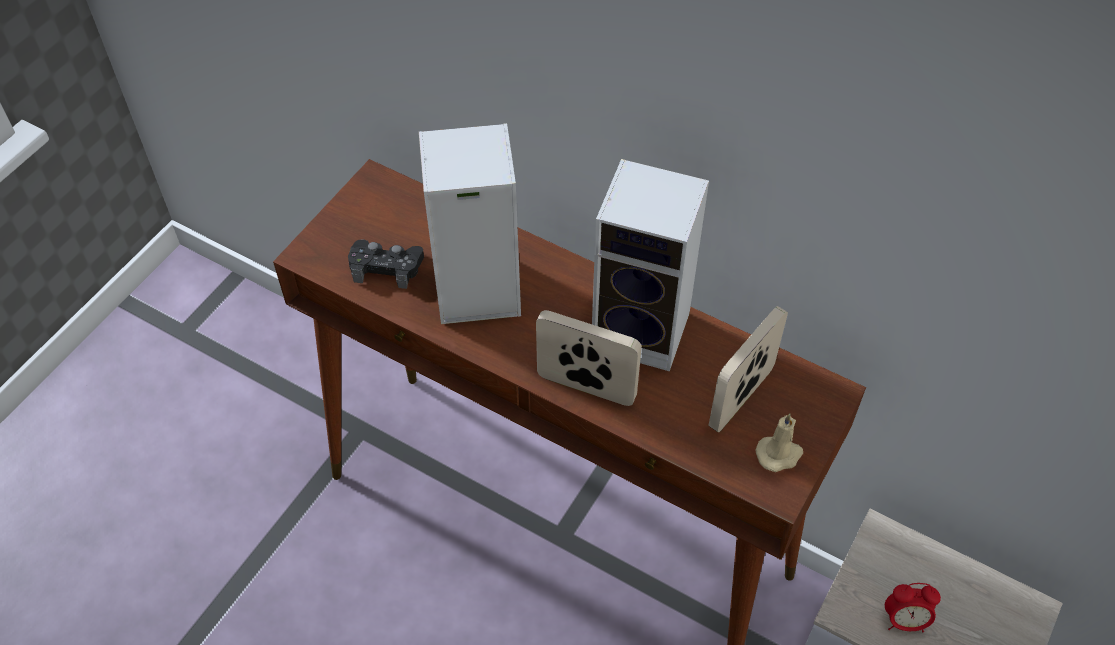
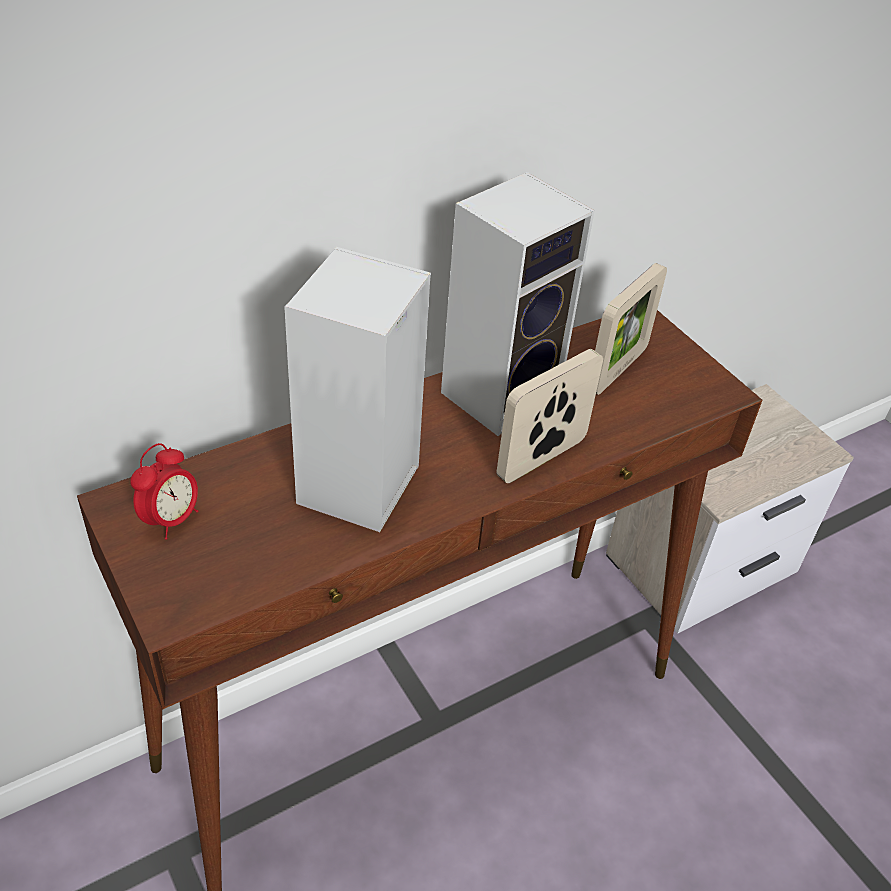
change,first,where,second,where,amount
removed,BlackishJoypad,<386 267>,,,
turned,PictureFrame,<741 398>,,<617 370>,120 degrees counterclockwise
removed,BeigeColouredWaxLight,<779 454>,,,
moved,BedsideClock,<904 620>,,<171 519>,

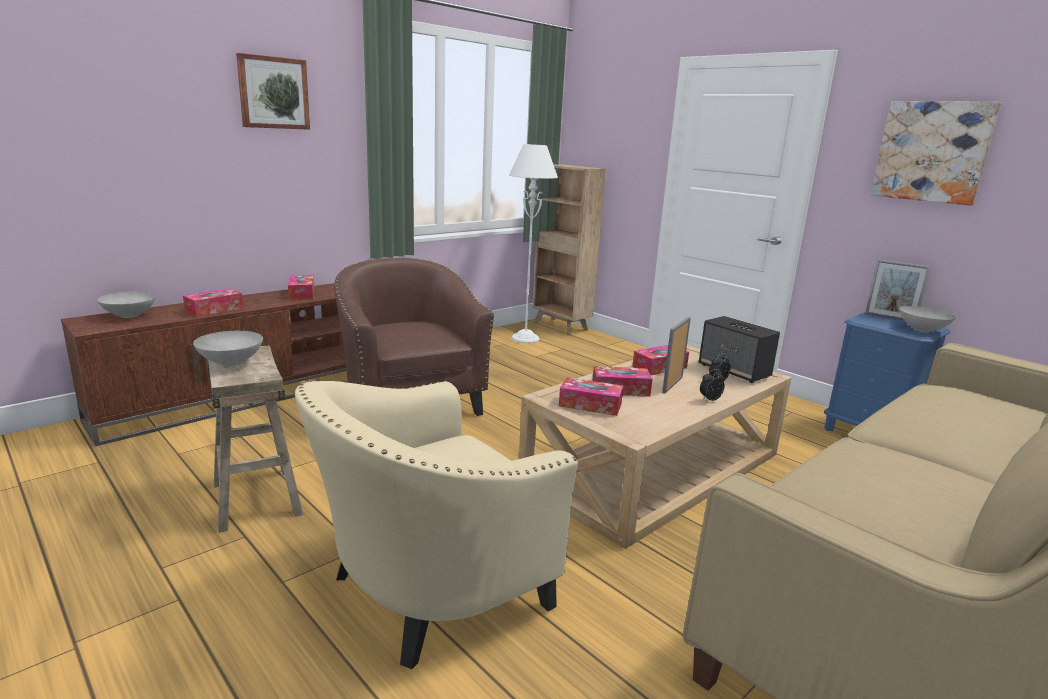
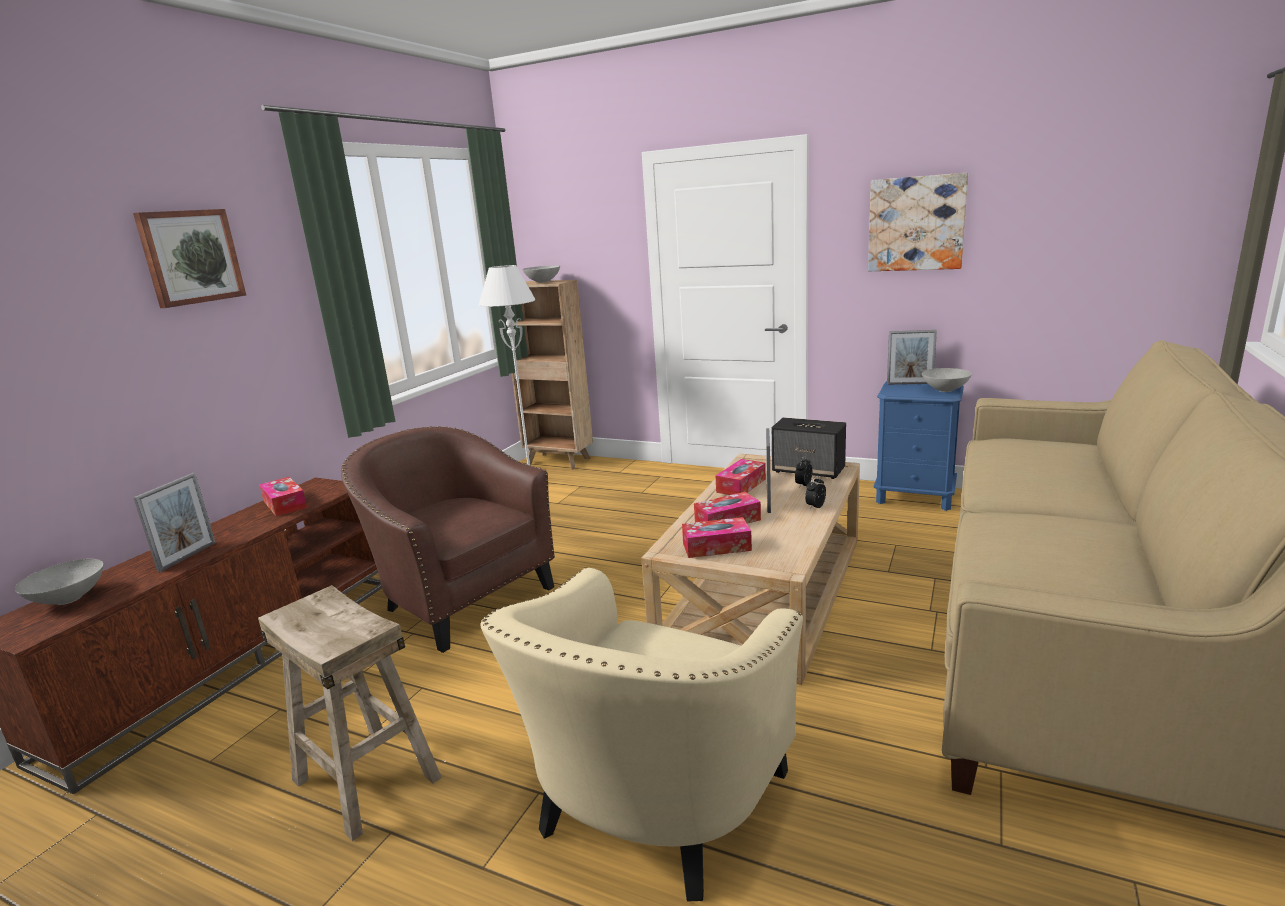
change,first,where,second,where,amount
replaced,TissueBox,<214 309>,PictureFrame,<187 556>,
moved,GreyishServingBowl,<230 362>,,<542 282>,

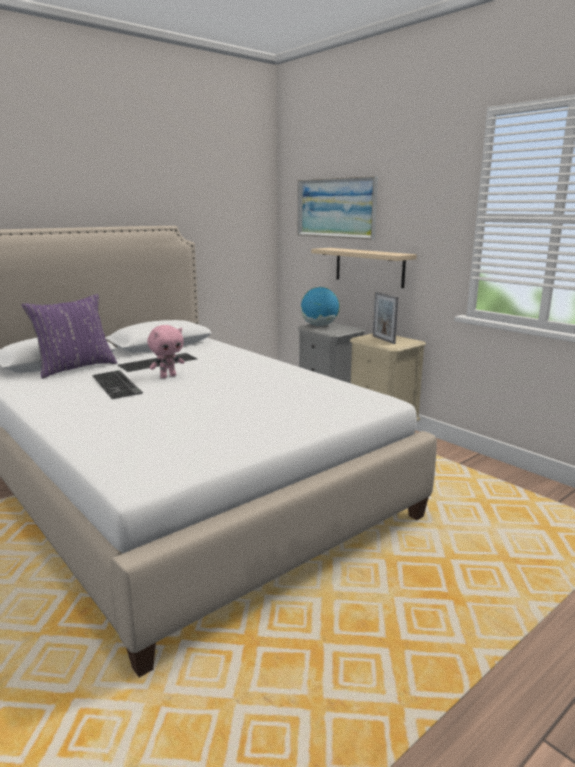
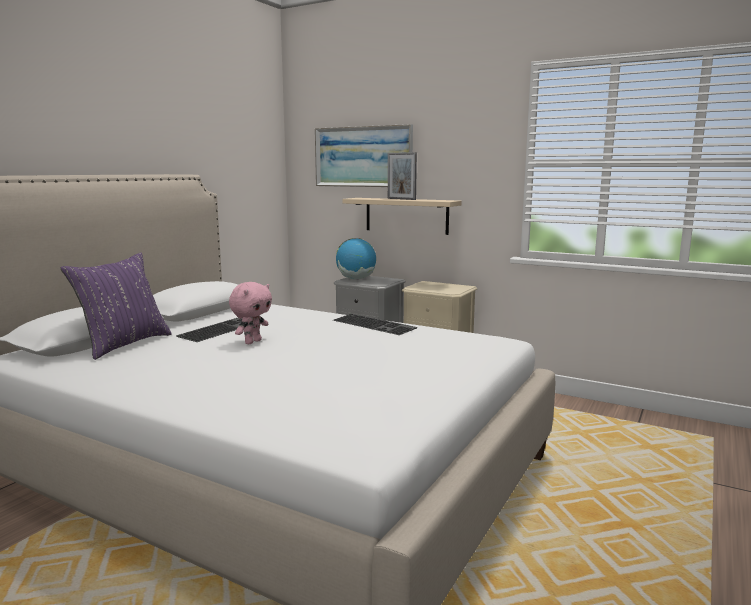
change,first,where,second,where,amount
moved,ComputerKeyboard,<118 384>,,<375 324>,
moved,PictureFrame,<383 339>,,<401 199>,

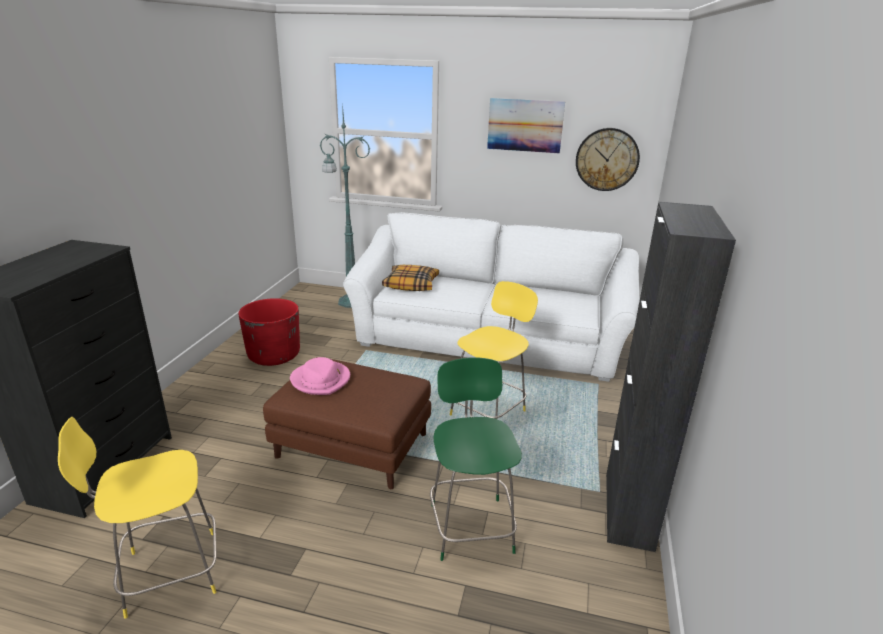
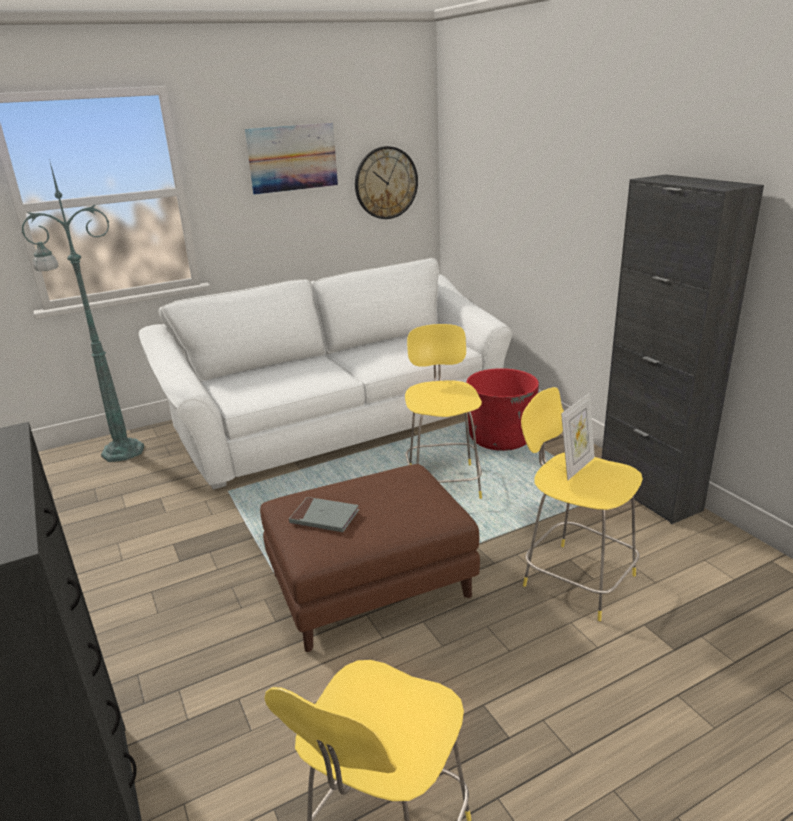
change,first,where,second,where,amount
moved,ReddishFlowerPot,<274 355>,,<500 438>,
replaced,PinkColouredWearableHat,<321 380>,GreyishVolume,<324 517>,
removed,ThrowPillow,<411 284>,,,
recoloured,GreenishSittingStool,<470 525>,YellowishSittingStool,<575 578>,
added,,,PictureFrame,<576 466>,

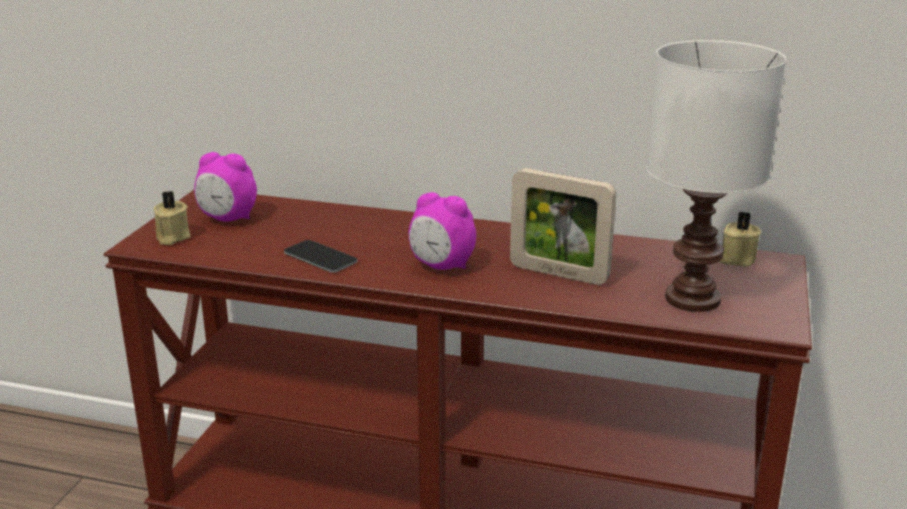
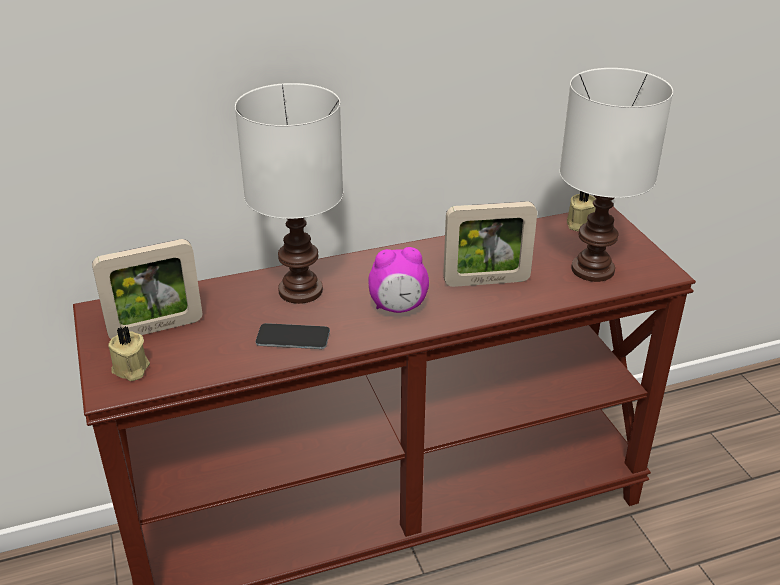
change,first,where,second,where,amount
replaced,BedsideClock,<228 219>,PictureFrame,<156 328>,
added,,,WhitishLampForATable,<298 290>,

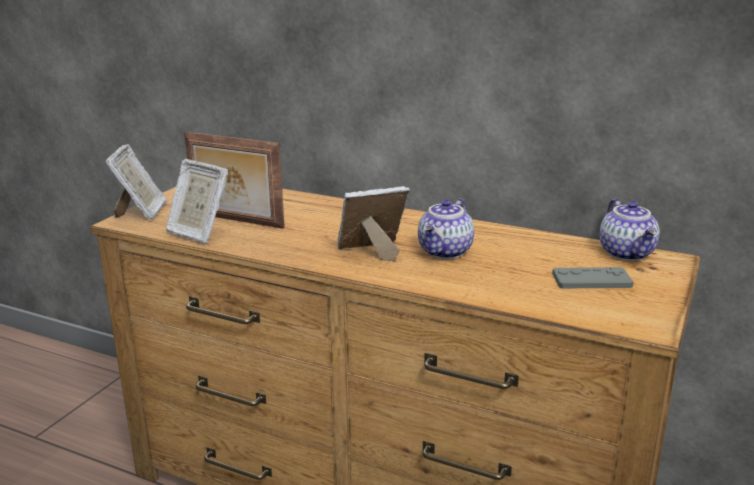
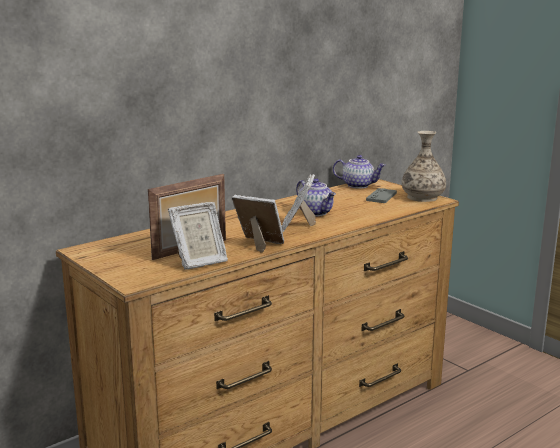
change,first,where,second,where,amount
moved,PictureFrame,<141 212>,,<260 245>,
added,,,DecorativeVase,<422 197>,

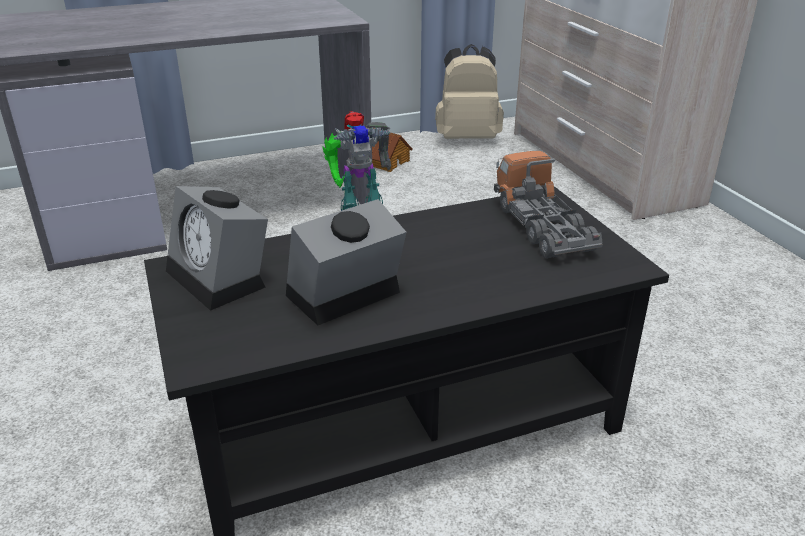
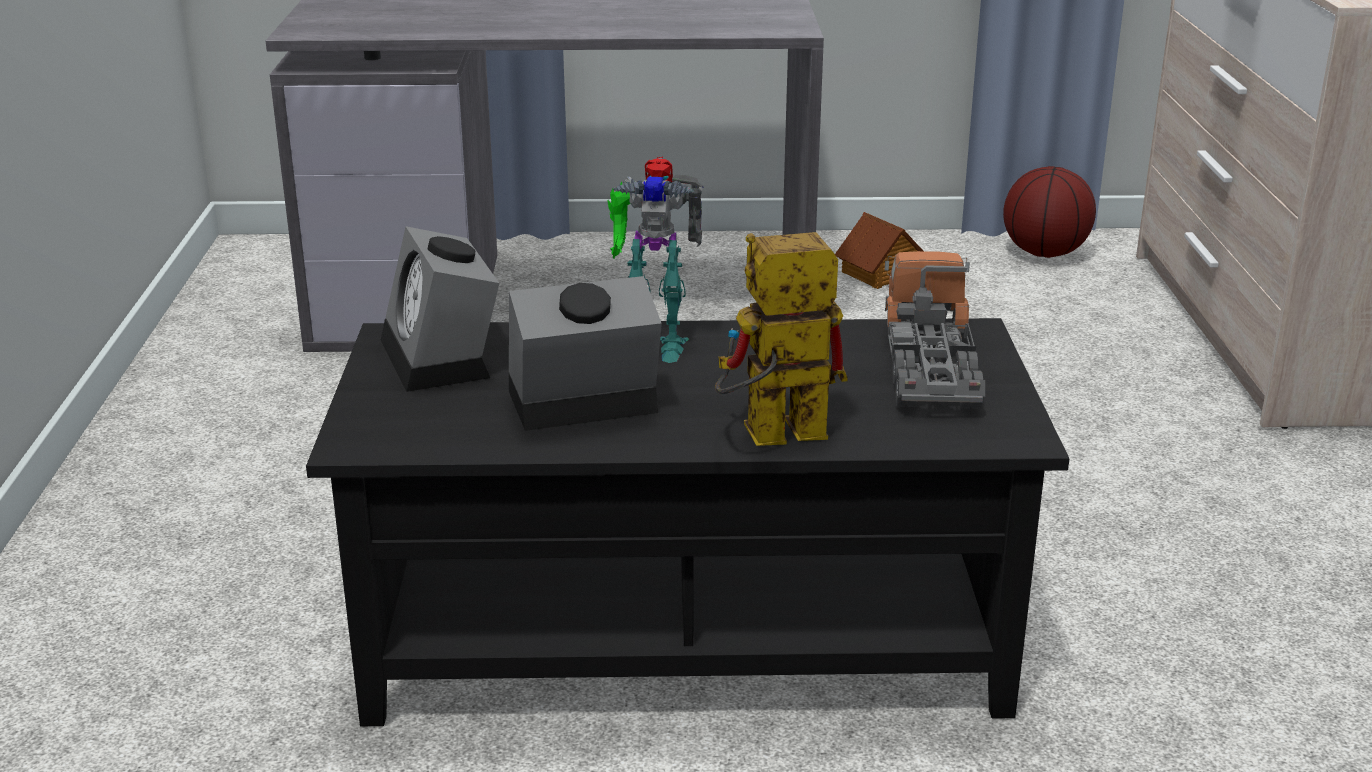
change,first,where,second,where,amount
replaced,BeigeColouredKnapsack,<467 138>,BallForBasketball,<1045 253>,
added,,,ModelRobot,<769 438>,

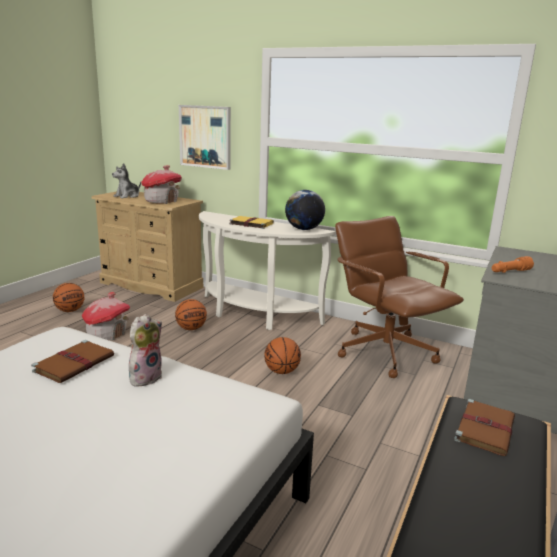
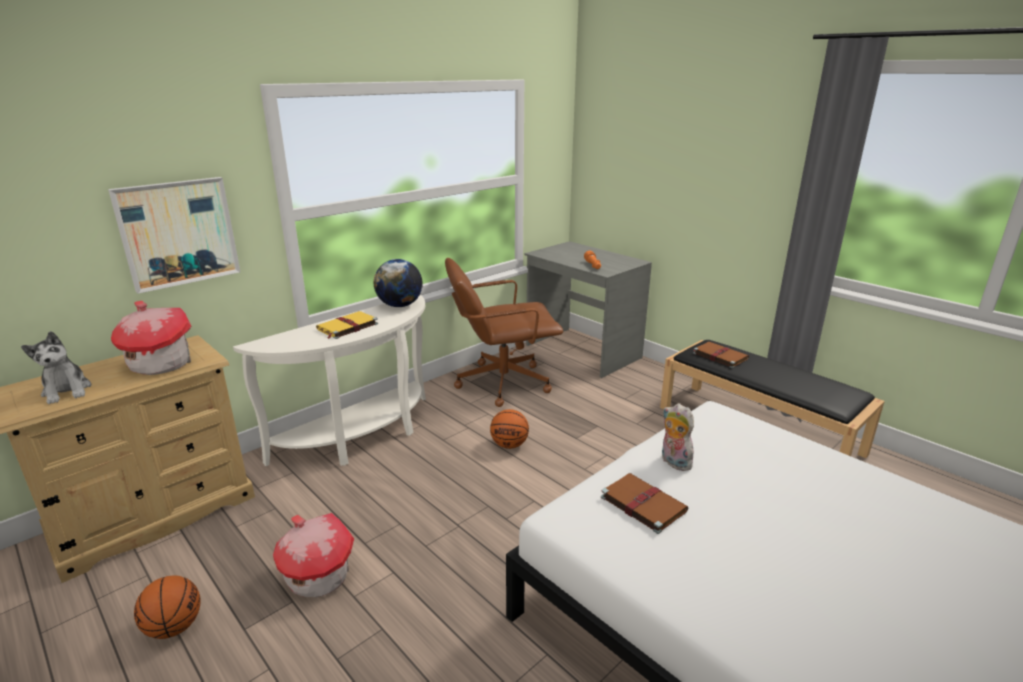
change,first,where,second,where,amount
removed,BallForBasketball,<191 328>,,,

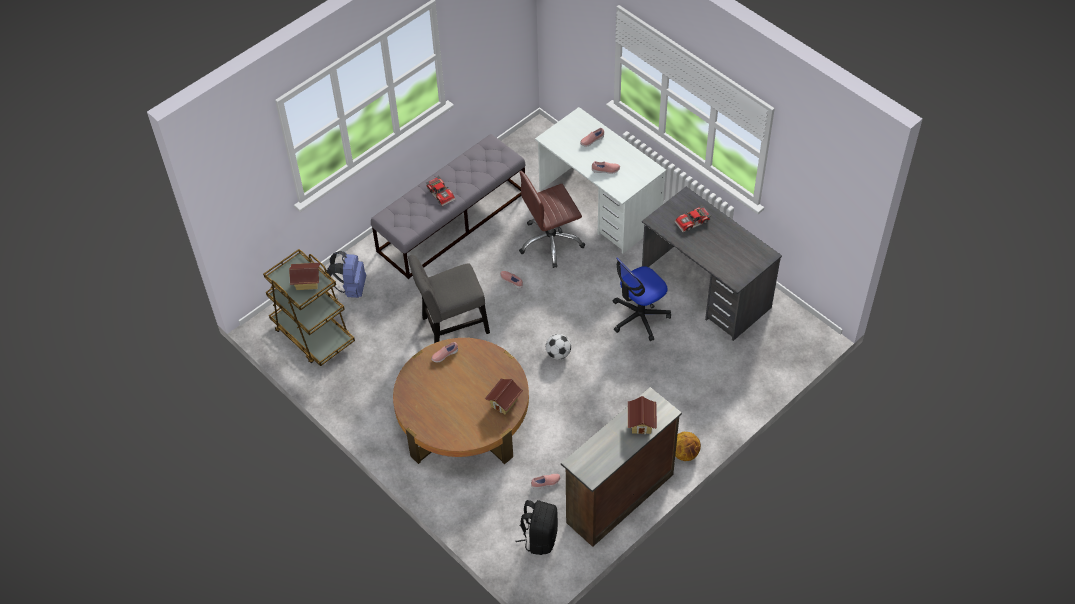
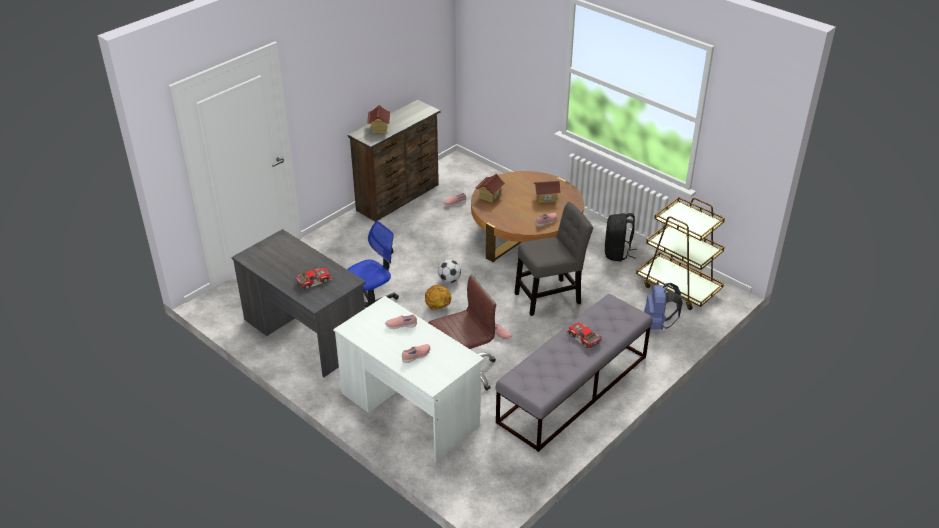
change,first,where,second,where,amount
moved,ModelHouse,<307 283>,,<546 198>,
moved,BlackishKnapsack,<539 538>,,<617 253>,
moved,BallForBasketball,<685 453>,,<437 307>,

